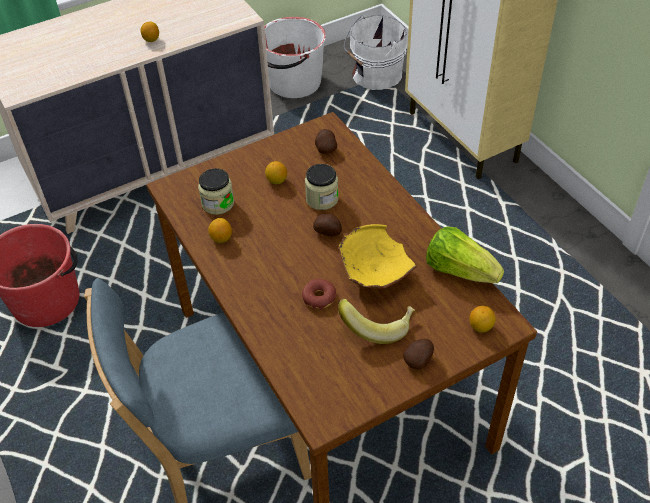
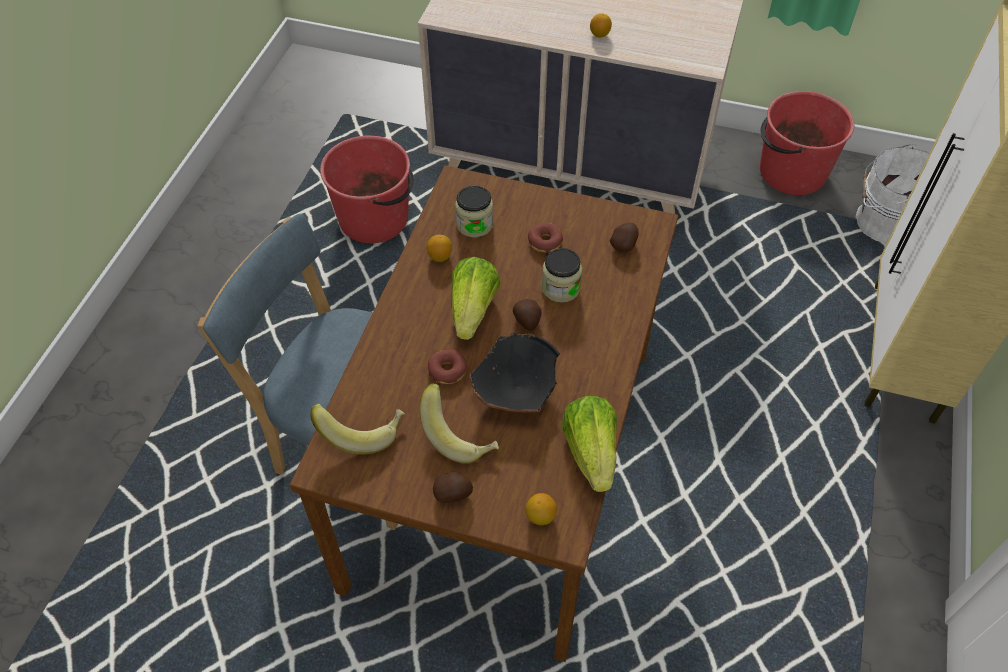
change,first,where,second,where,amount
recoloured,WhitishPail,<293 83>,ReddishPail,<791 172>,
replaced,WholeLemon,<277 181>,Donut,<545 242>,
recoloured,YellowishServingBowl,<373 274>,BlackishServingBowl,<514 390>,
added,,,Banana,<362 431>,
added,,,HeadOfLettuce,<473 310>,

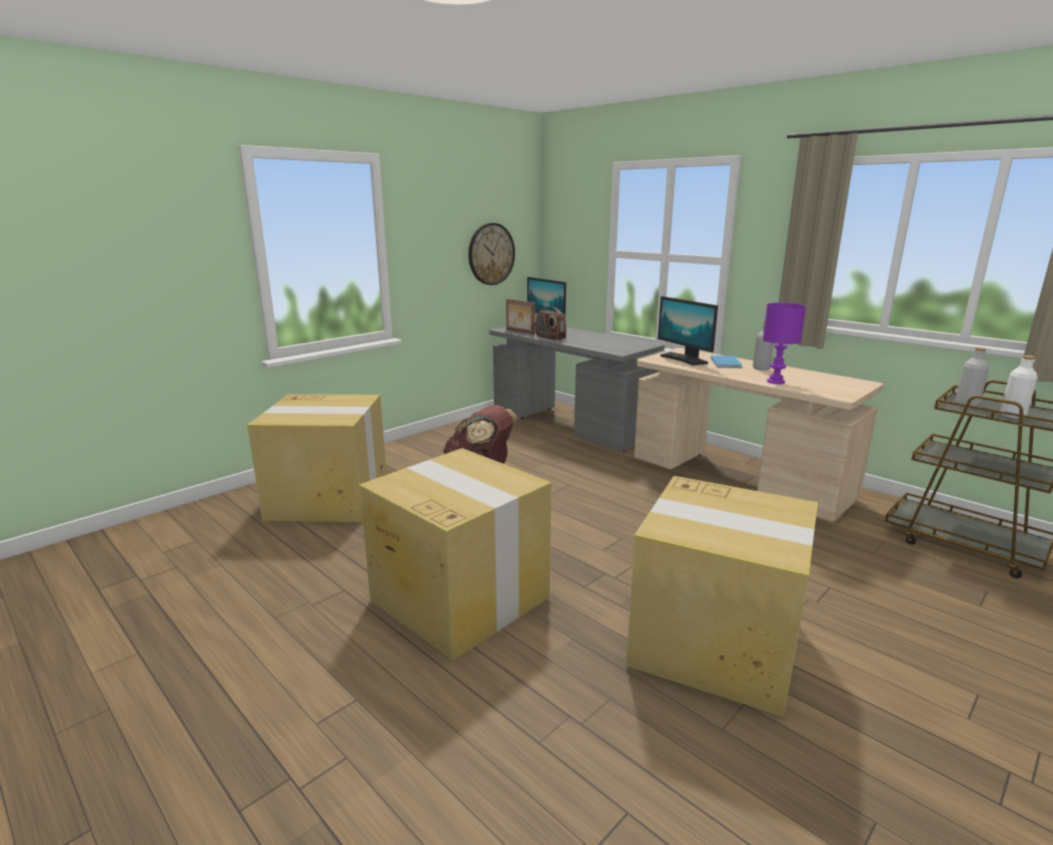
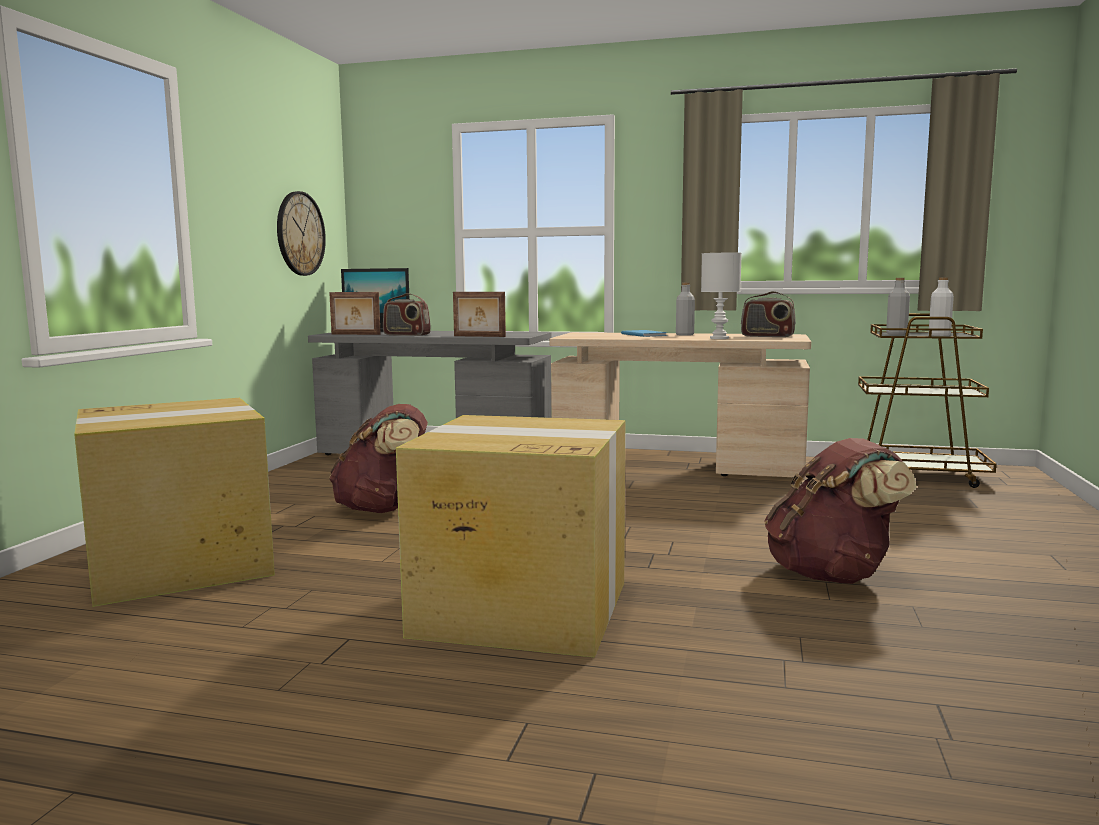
change,first,where,second,where,amount
replaced,Carton,<717 644>,BrownColouredKnapsack,<832 575>,
removed,ComputerScreen,<684 359>,,,
recoloured,PurplishLampForATable,<776 382>,WhitishLampForATable,<720 338>,
added,,,PictureFrame,<479 336>,
added,,,Radio,<767 336>,

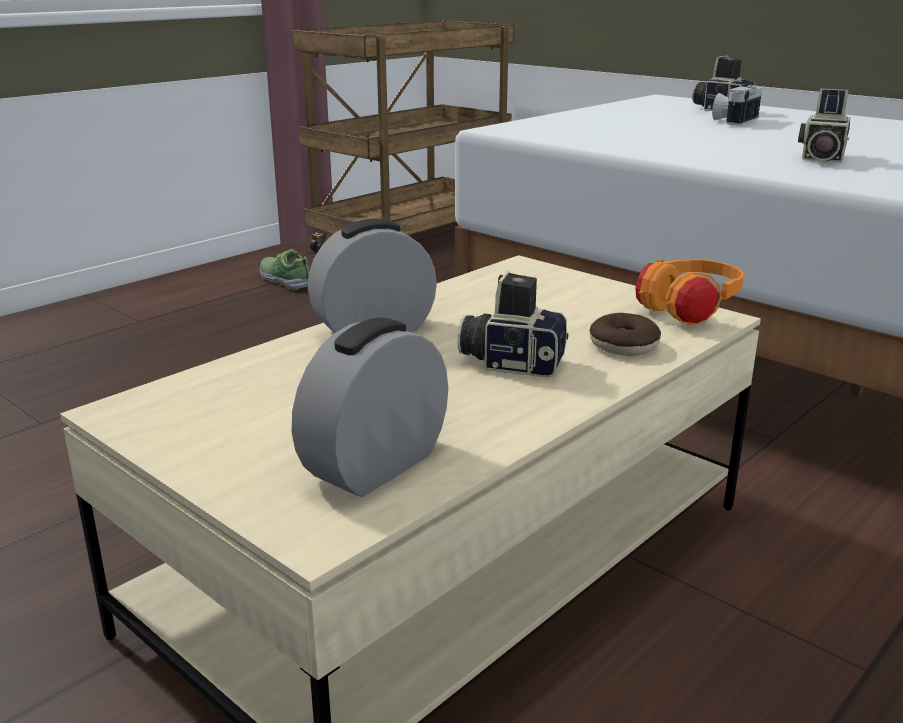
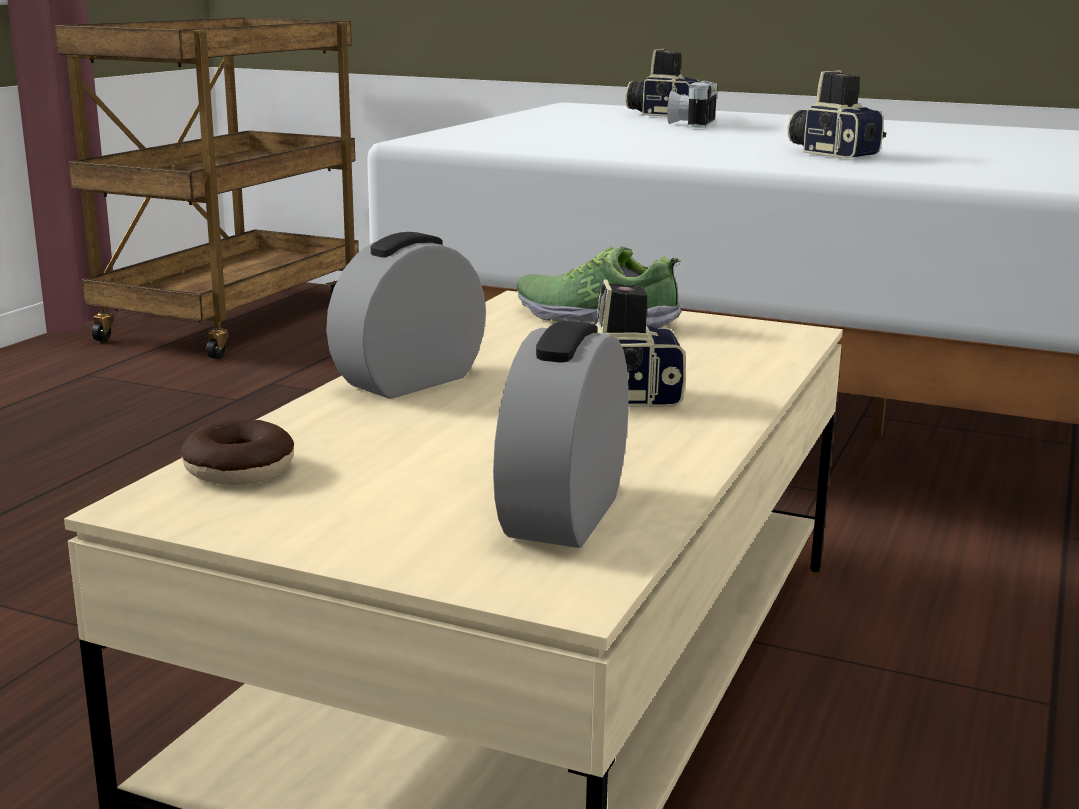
change,first,where,second,where,amount
moved,LowShoe,<286 280>,,<595 318>,
moved,Donut,<623 345>,,<239 470>,
removed,OrangeyHeadphones,<688 312>,,,
turned,StillCamera,<820 158>,,<833 153>,135 degrees clockwise

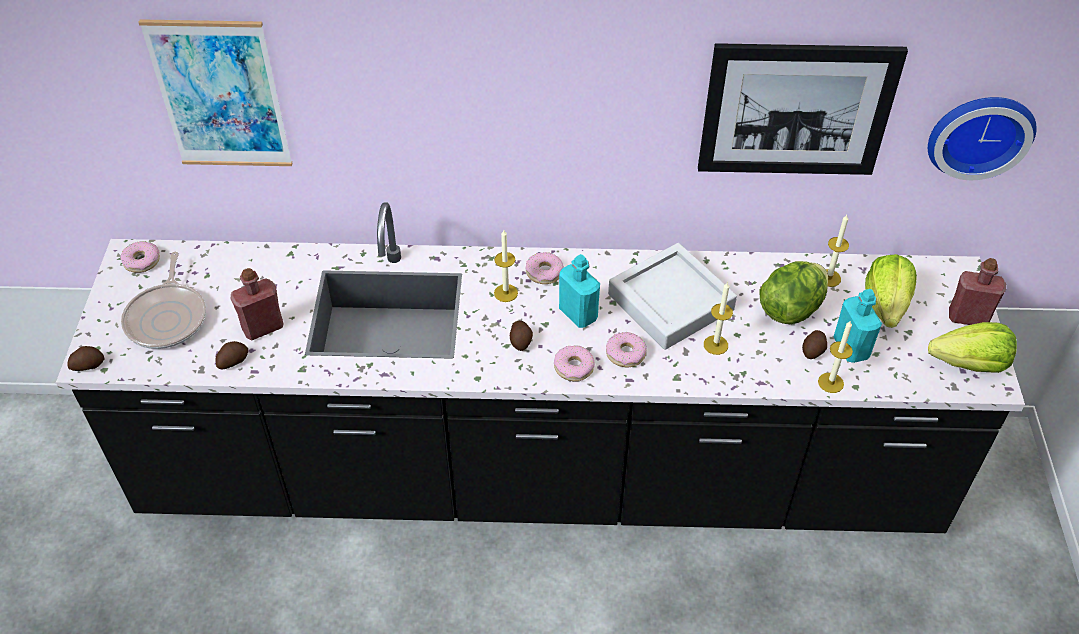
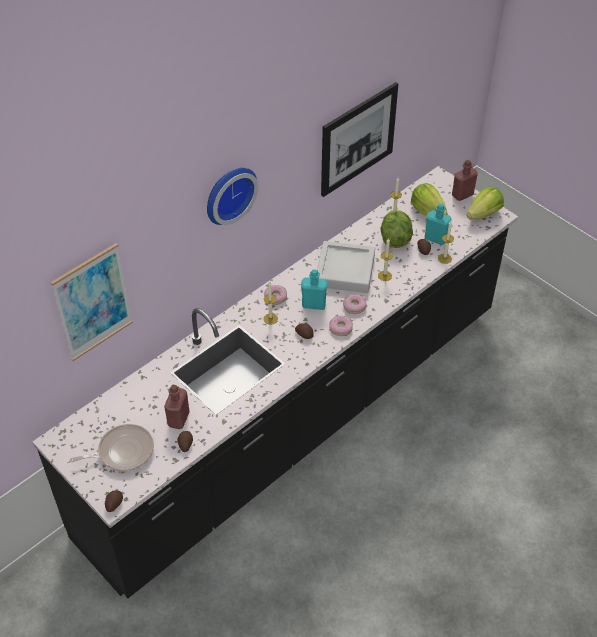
change,first,where,second,where,amount
removed,Donut,<142 261>,,,
turned,Pan,<168 317>,,<123 452>,60 degrees counterclockwise
moved,WallClock,<979 132>,,<228 193>,

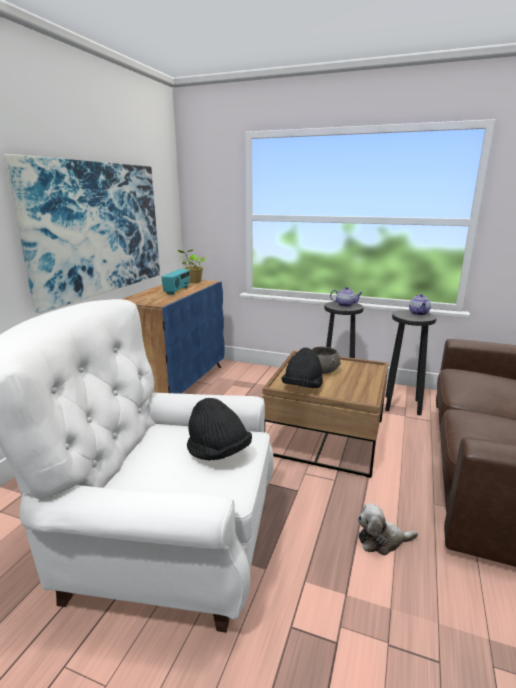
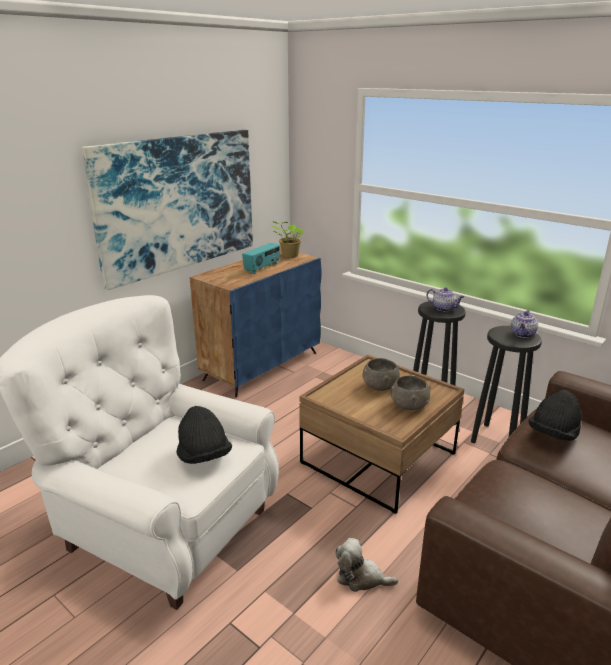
change,first,where,second,where,amount
moved,BlackishWearableHat,<302 387>,,<553 434>,
added,,,GreyishServingBowl,<409 405>,

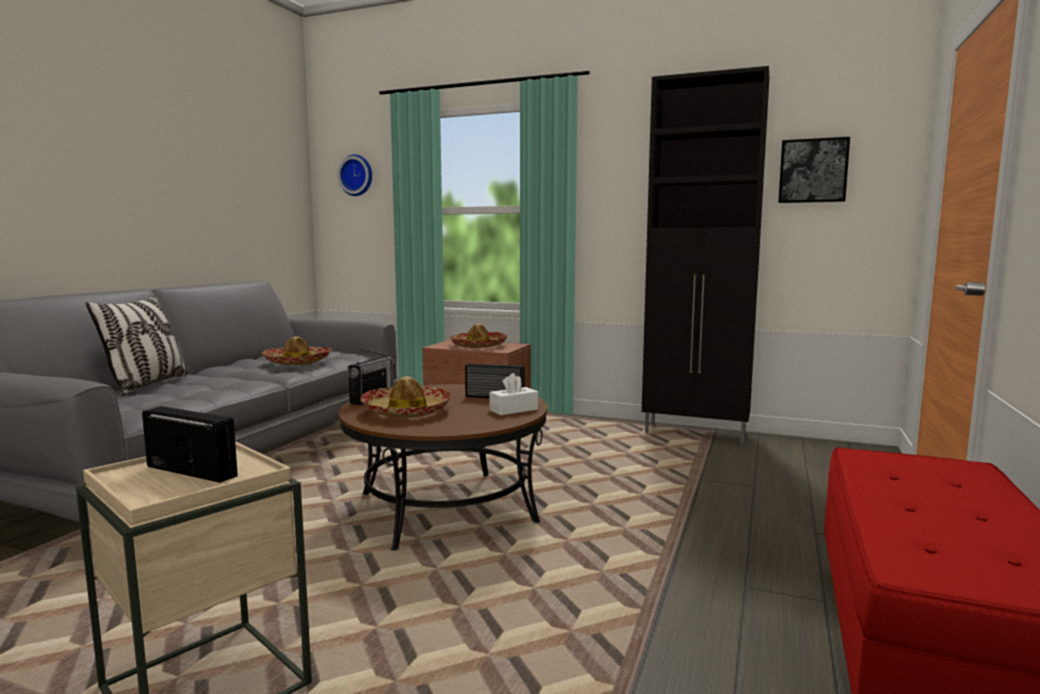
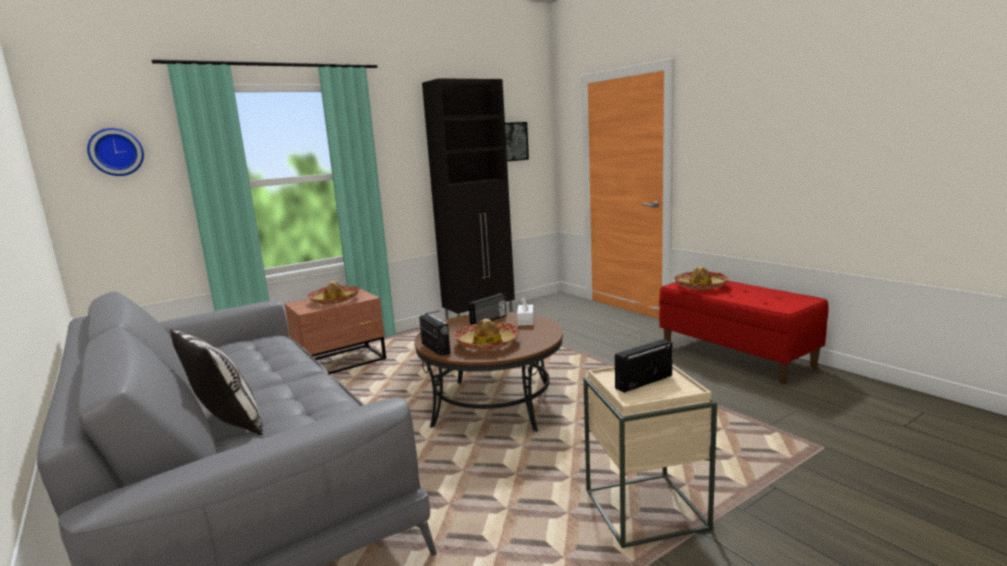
change,first,where,second,where,amount
moved,WearableHat,<297 362>,,<700 286>,

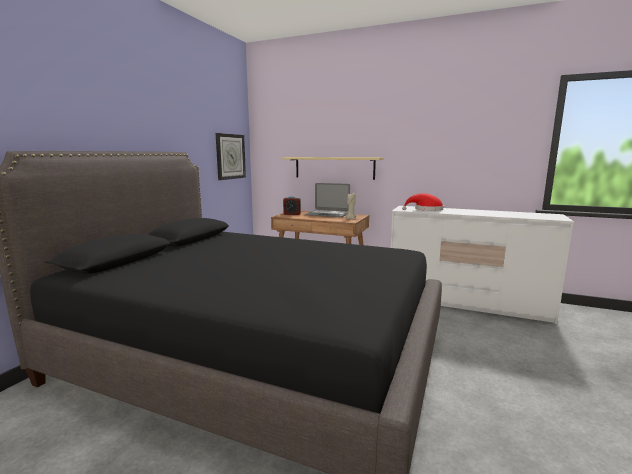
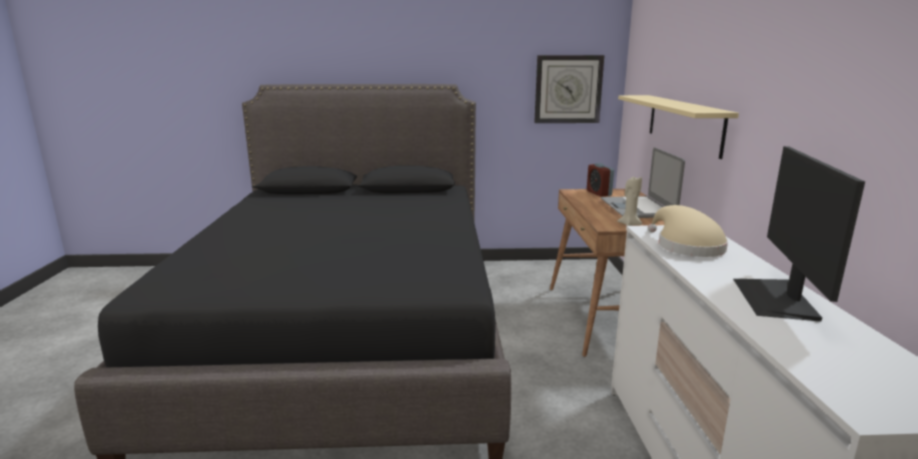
change,first,where,second,where,amount
recoloured,ReddishWearableHat,<426 210>,BeigeColouredWearableHat,<686 246>,
added,,,ComputerScreen,<776 298>,

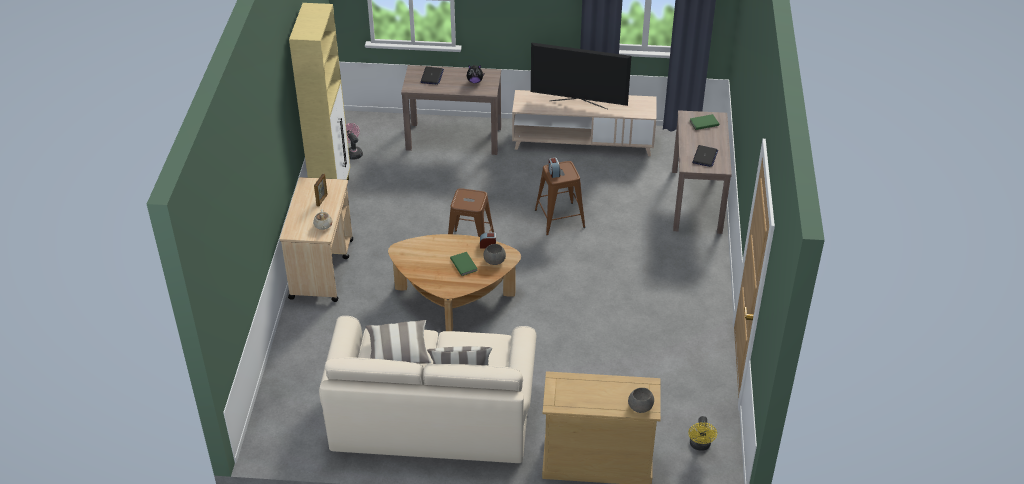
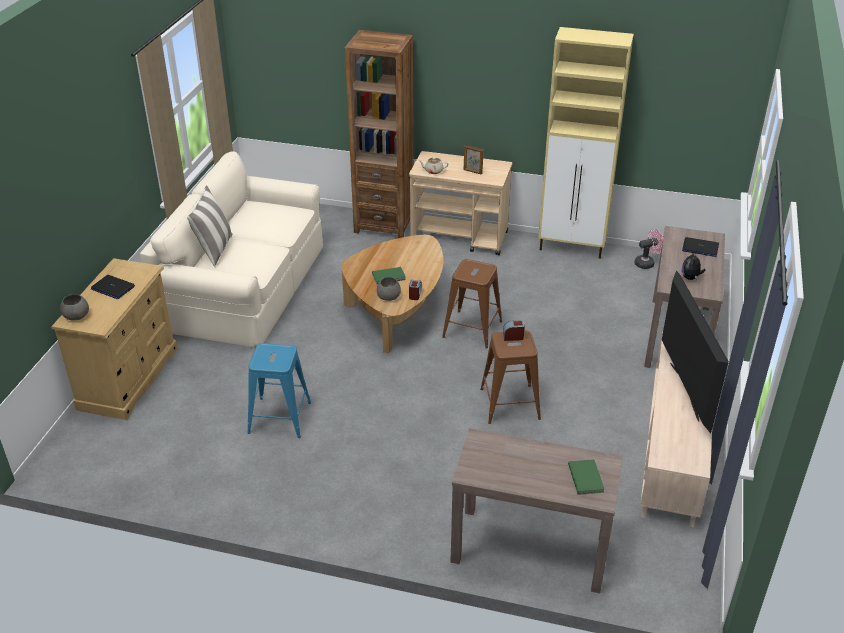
change,first,where,second,where,amount
removed,ThrowPillow,<398 352>,,,
turned,TvSet,<578 104>,,<682 391>,150 degrees clockwise
removed,YellowishElectricFan,<700 445>,,,
moved,Laptop,<705 157>,,<112 288>,
added,,,BluishSittingStool,<279 417>,
added,,,BrownColouredShelvingUnit,<384 225>,

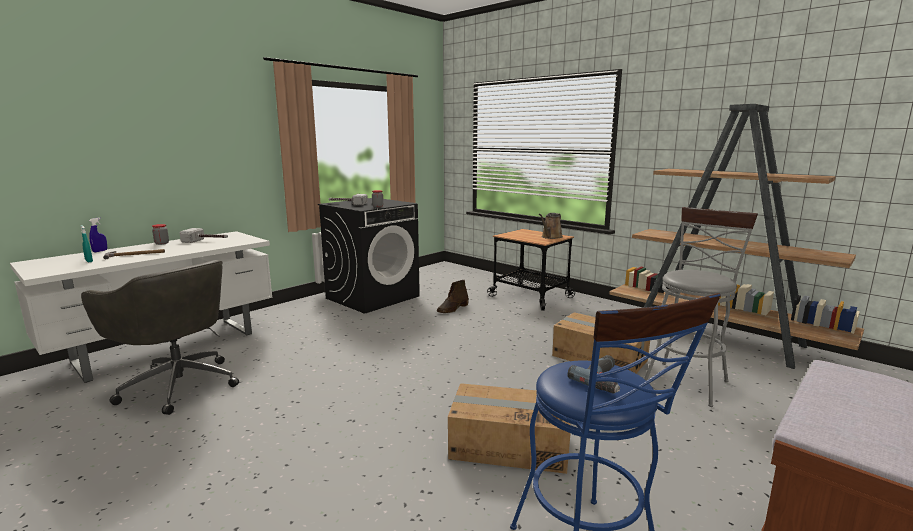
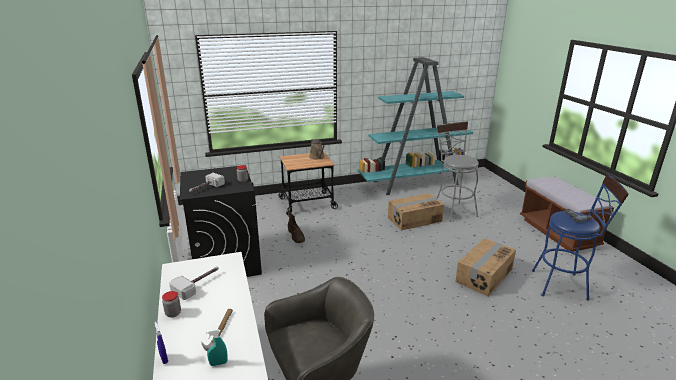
change,first,where,second,where,amount
recoloured,BrownColouredShelvingUnit,<719 337>,TurquoiseShelvingUnit,<416 183>,

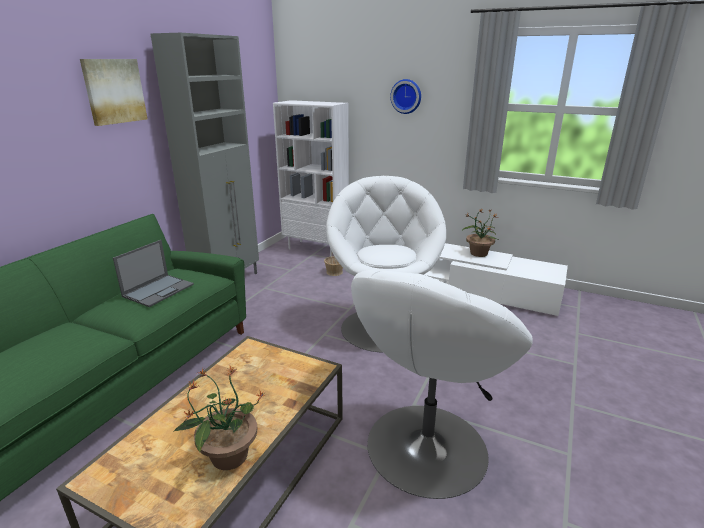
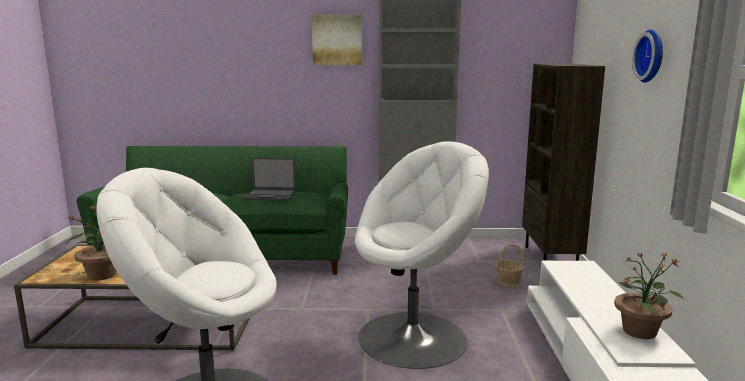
change,first,where,second,where,amount
recoloured,WhitishShelvingUnit,<316 249>,BrownColouredShelvingUnit,<551 259>,

